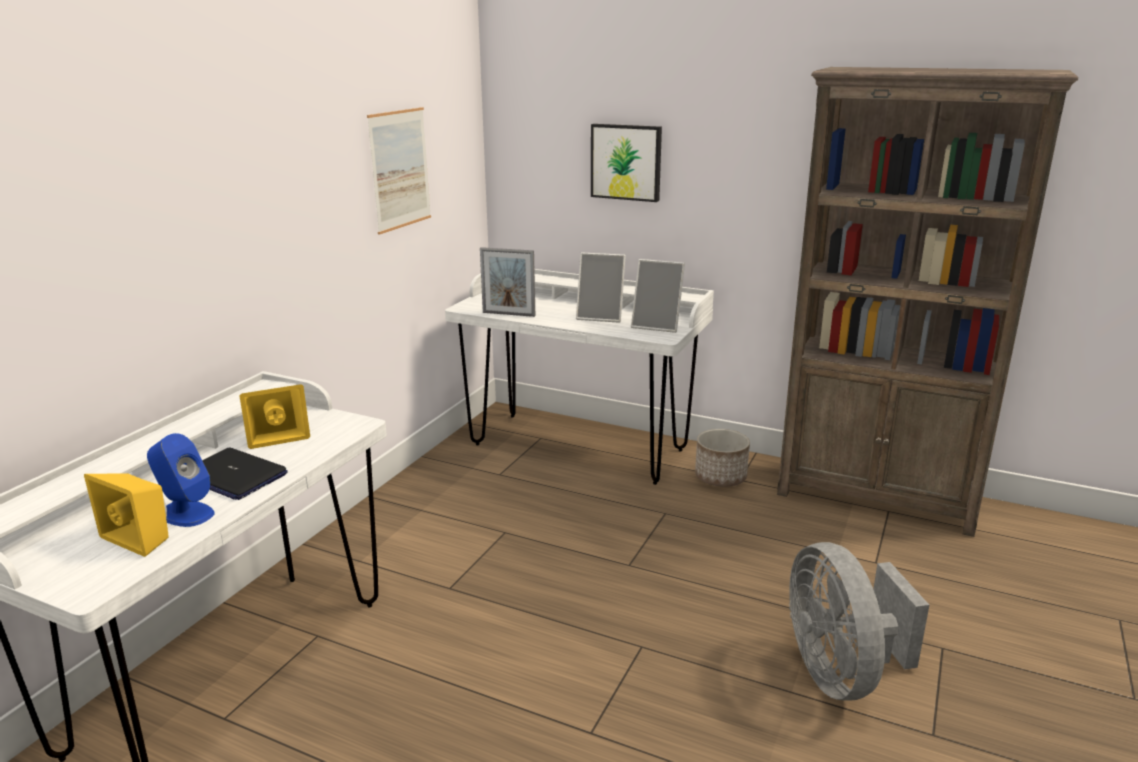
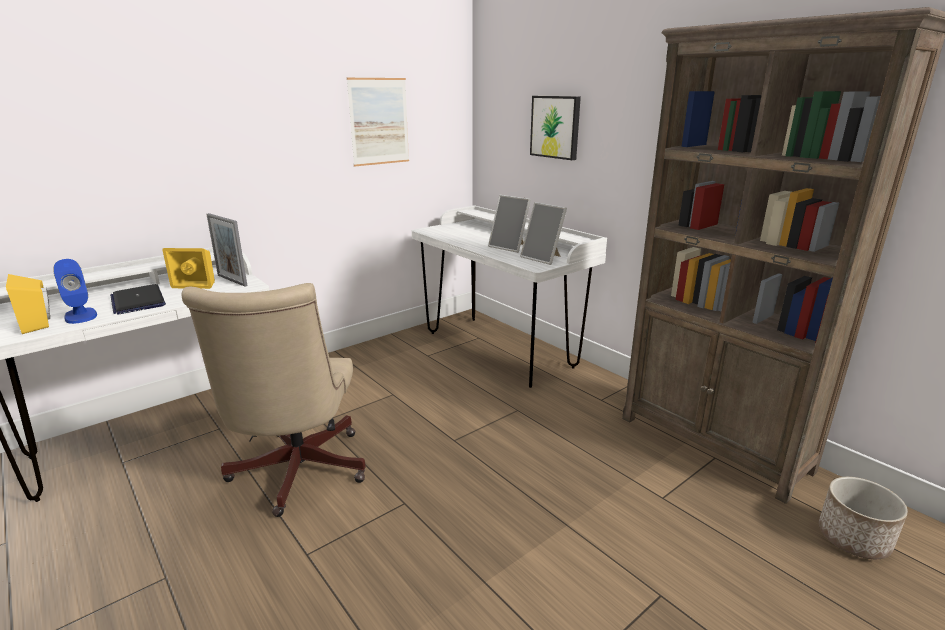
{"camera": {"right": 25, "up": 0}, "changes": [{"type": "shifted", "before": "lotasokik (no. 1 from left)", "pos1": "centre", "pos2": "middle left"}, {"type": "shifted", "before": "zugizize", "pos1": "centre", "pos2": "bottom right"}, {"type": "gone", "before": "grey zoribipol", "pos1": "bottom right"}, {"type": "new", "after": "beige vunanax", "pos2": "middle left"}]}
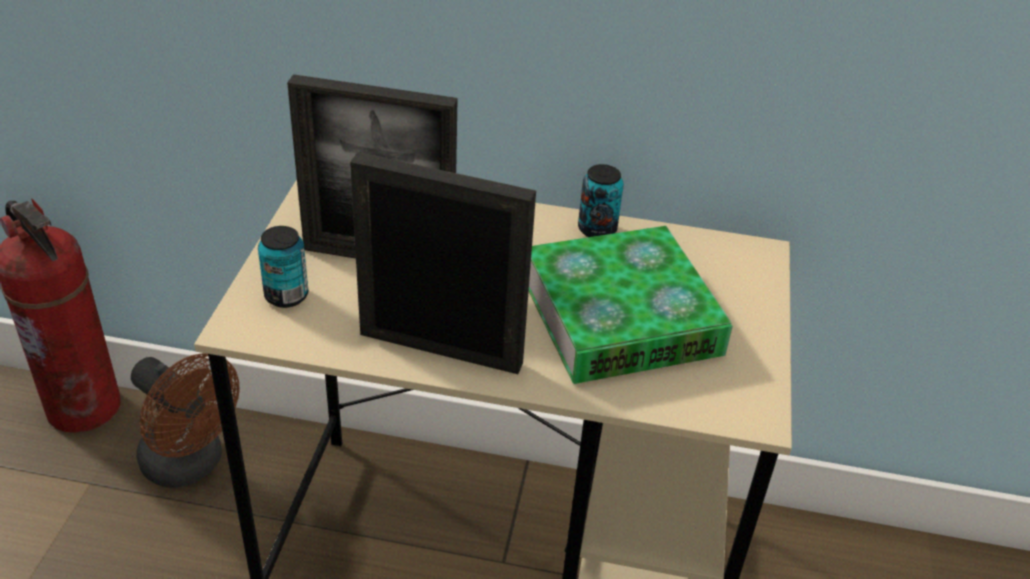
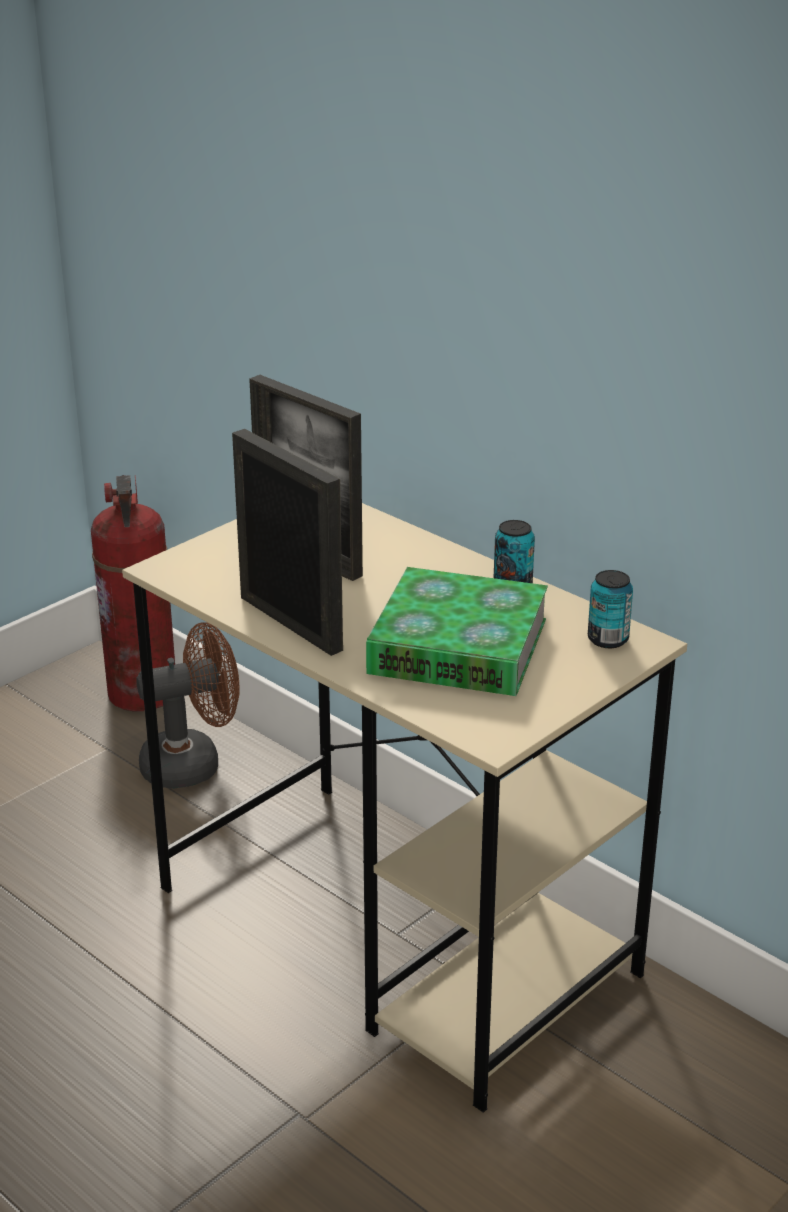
{"camera": {"right": 35, "up": -10}, "changes": [{"type": "shifted", "before": "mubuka (no. 1 from left in the first image)", "after": "mubuka (no. 2 from left)", "pos1": "middle left", "pos2": "middle right"}, {"type": "rotated", "before": "brown zoribipol", "pos1": "bottom left", "pos2": "middle left", "turn": -90}]}
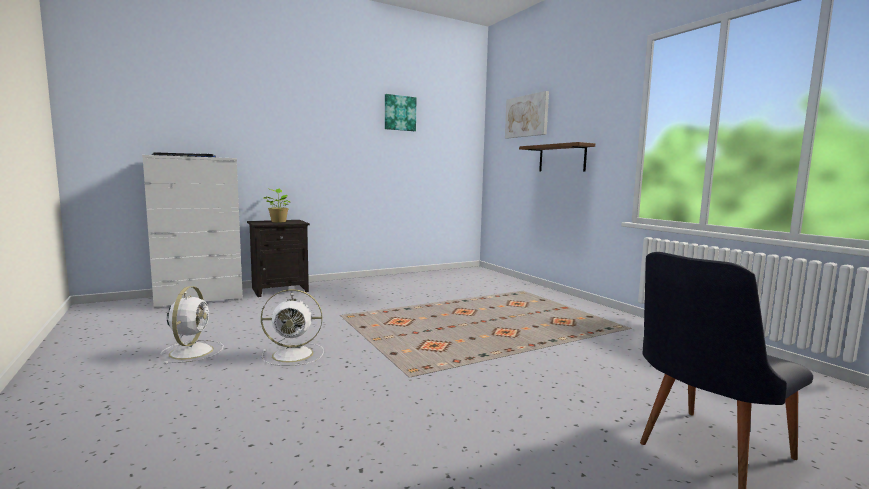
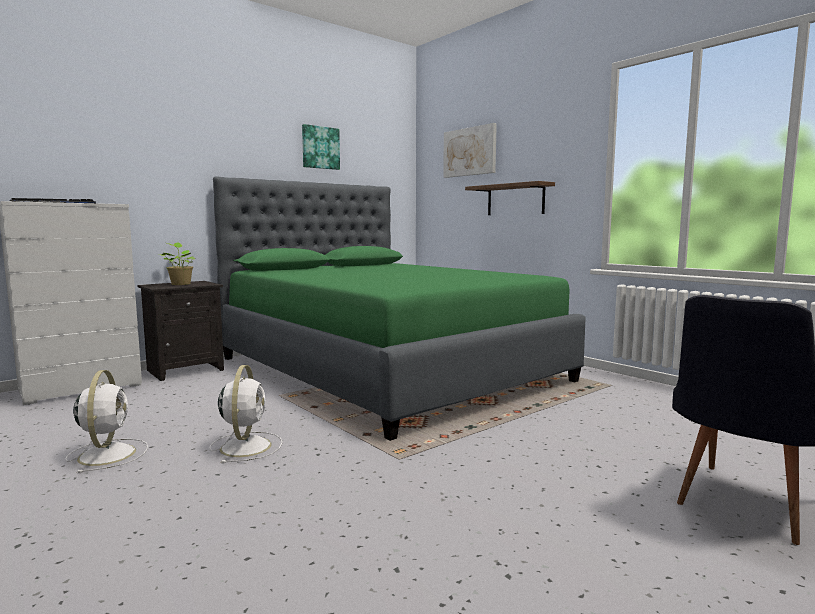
{"camera": {"right": -10, "up": 0}, "changes": [{"type": "rotated", "before": "white zoribipol (no. 2 from left)", "pos1": "bottom centre", "pos2": "bottom left", "turn": -75}, {"type": "new", "after": "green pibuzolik", "pos2": "centre"}]}
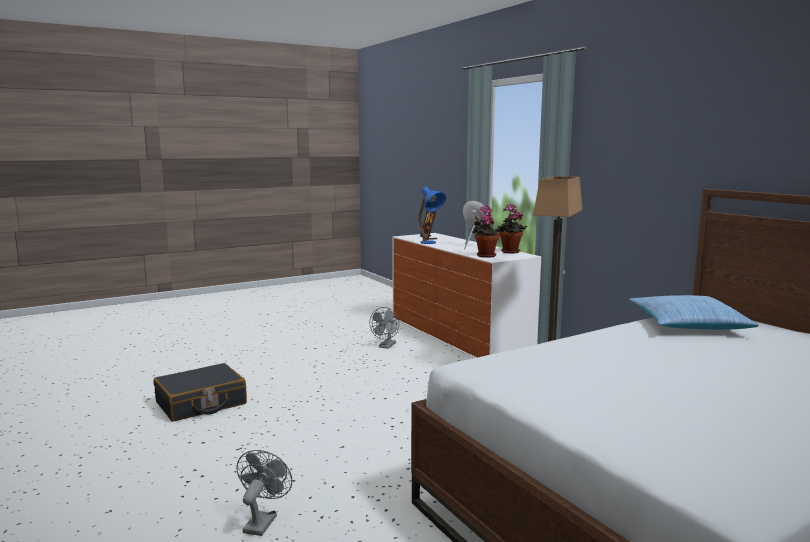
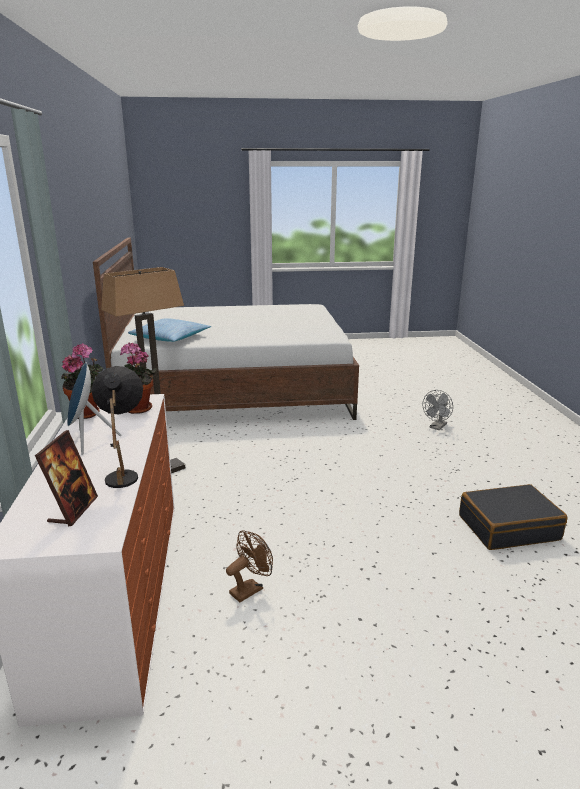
{"camera": {"right": -155, "up": 10}, "changes": [{"type": "repainted", "before": "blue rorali", "after": "black rorali", "pos1": "centre", "pos2": "middle left"}, {"type": "repainted", "before": "grey zoribipol (no. 2 from left)", "after": "brown zoribipol", "pos1": "centre", "pos2": "bottom centre"}]}
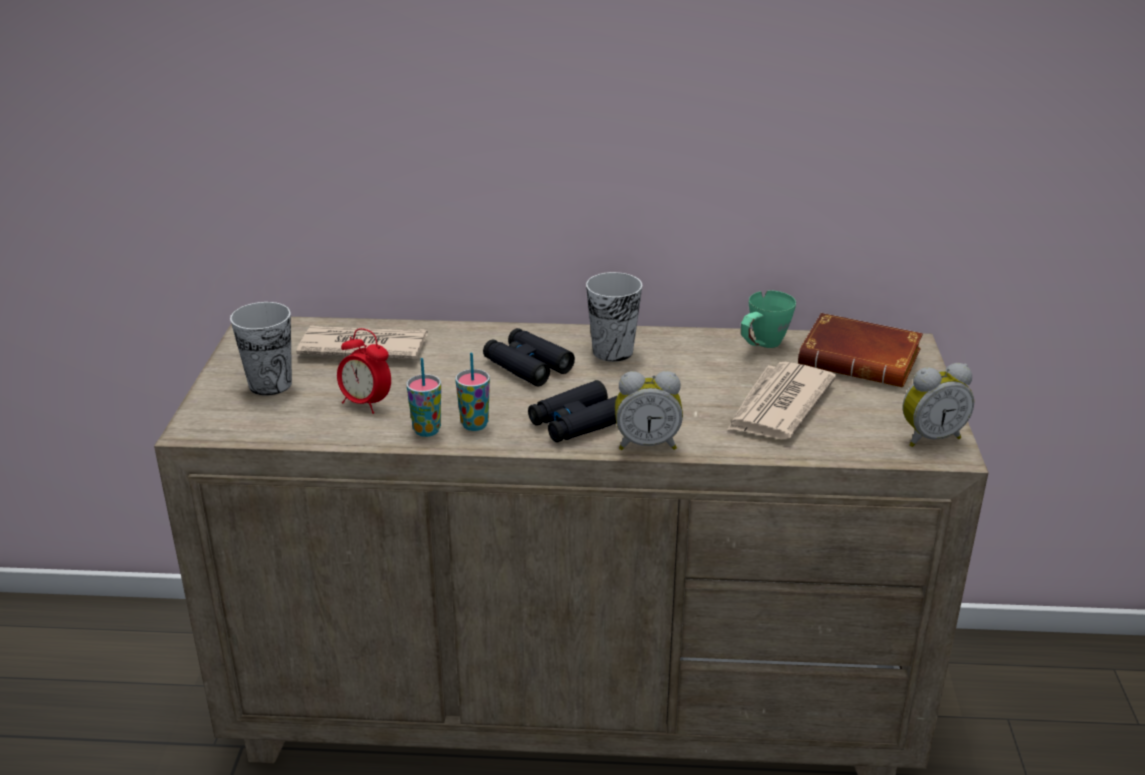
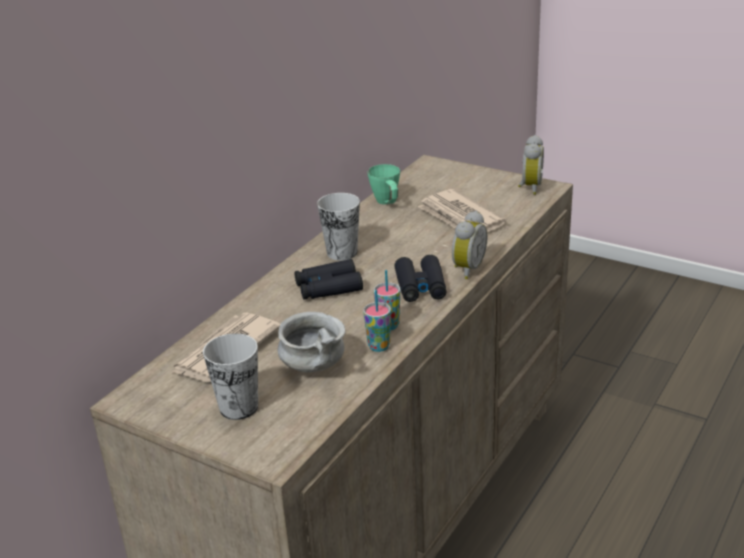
{"camera": {"right": -60, "up": 0}, "changes": [{"type": "gone", "before": "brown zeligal", "pos1": "middle right"}, {"type": "swapped", "before": "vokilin (no. 1 from left)", "after": "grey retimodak", "pos1": "middle left", "pos2": "centre"}]}
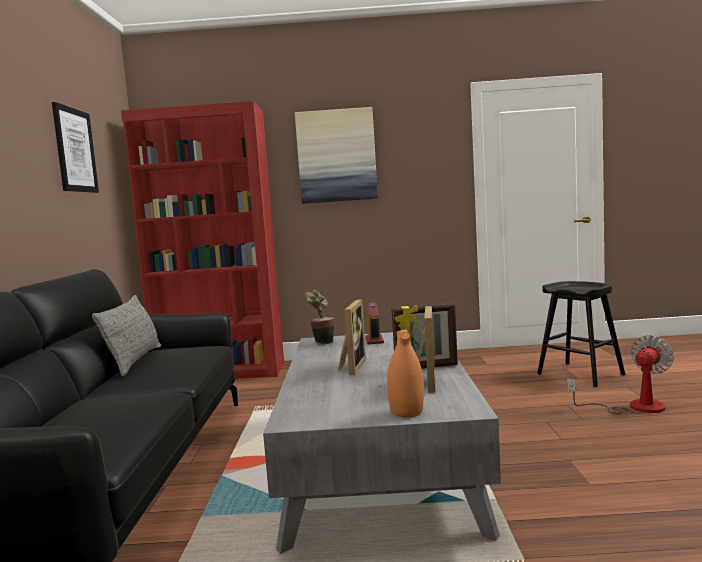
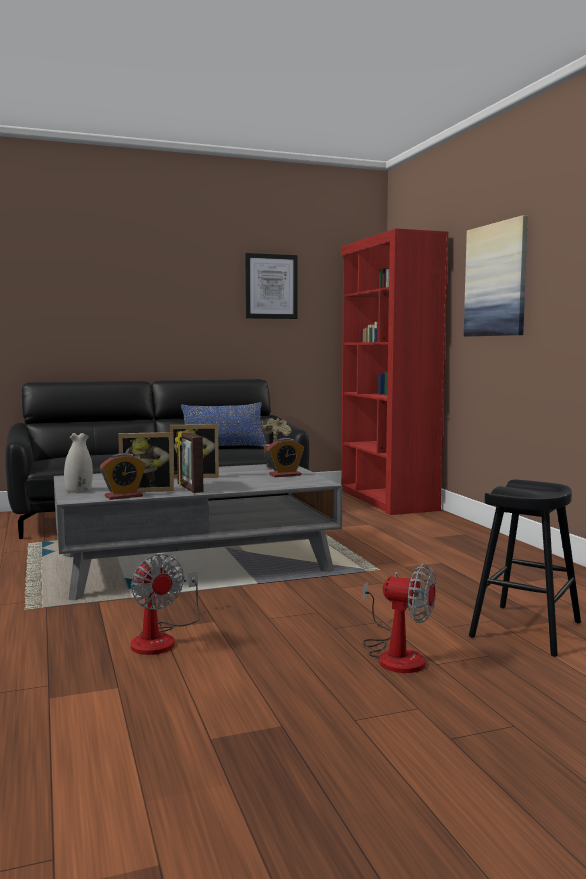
{"camera": {"right": 70, "up": 0}, "changes": [{"type": "repainted", "before": "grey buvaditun", "after": "blue buvaditun", "pos1": "middle left", "pos2": "centre"}, {"type": "repainted", "before": "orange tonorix", "after": "white tonorix", "pos1": "centre", "pos2": "middle left"}, {"type": "new", "after": "vokilin (no. 1 from left)", "pos2": "middle left"}, {"type": "new", "after": "zoribipol (no. 1 from left)", "pos2": "bottom left"}]}
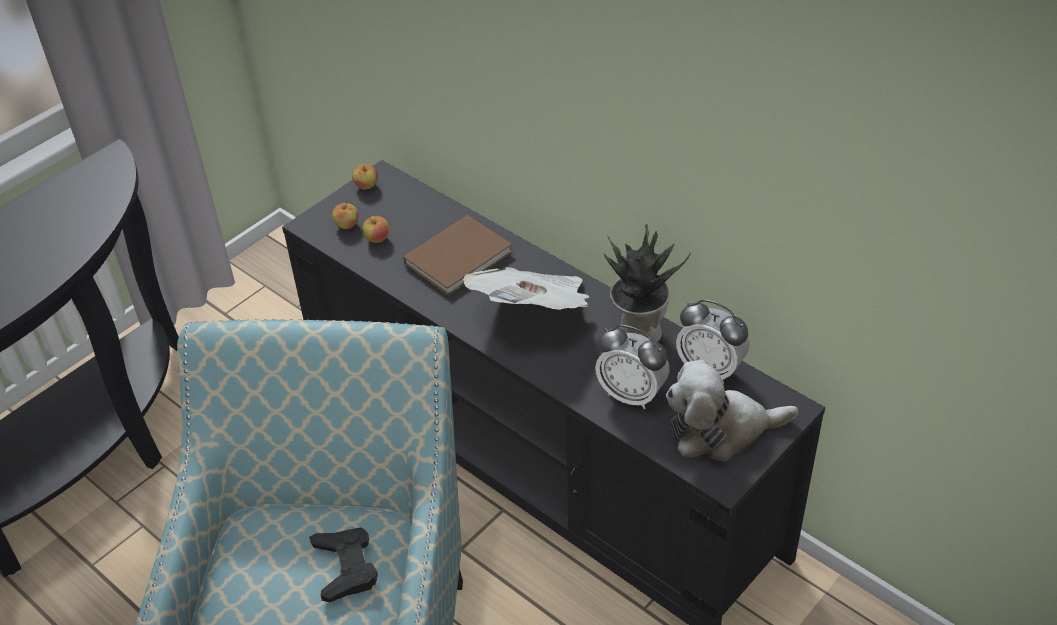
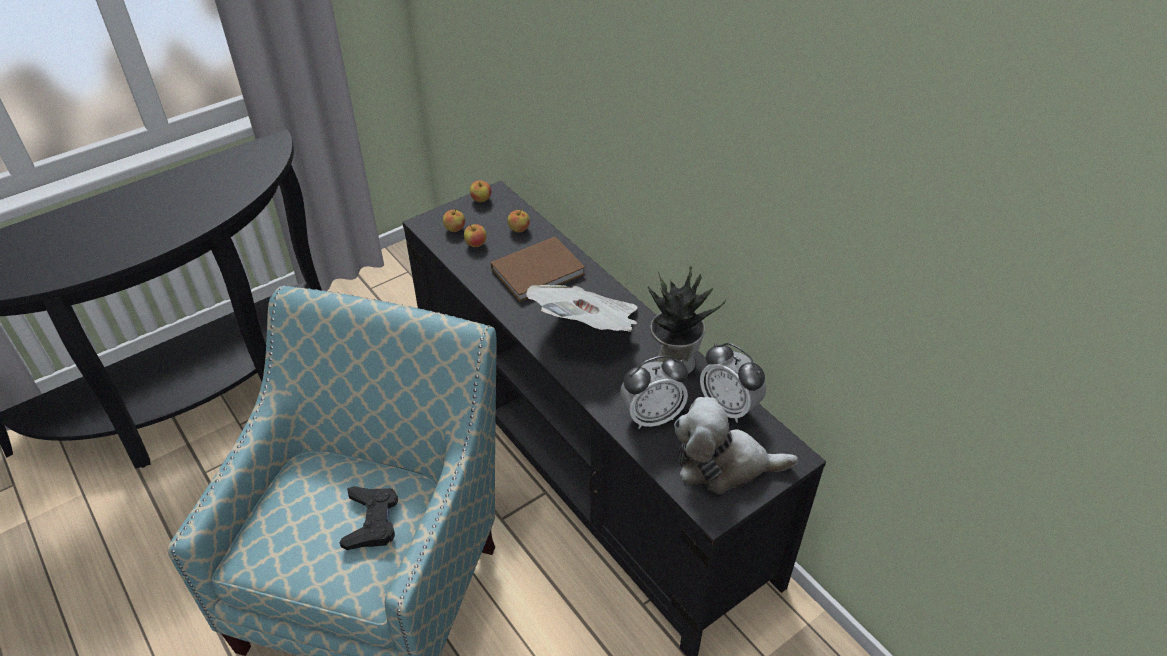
{"camera": {"right": 10, "up": 0}, "changes": [{"type": "rotated", "before": "vokilin (no. 1 from left)", "pos1": "centre", "pos2": "centre", "turn": -60}, {"type": "new", "after": "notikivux (no. 4 from left)", "pos2": "centre"}]}
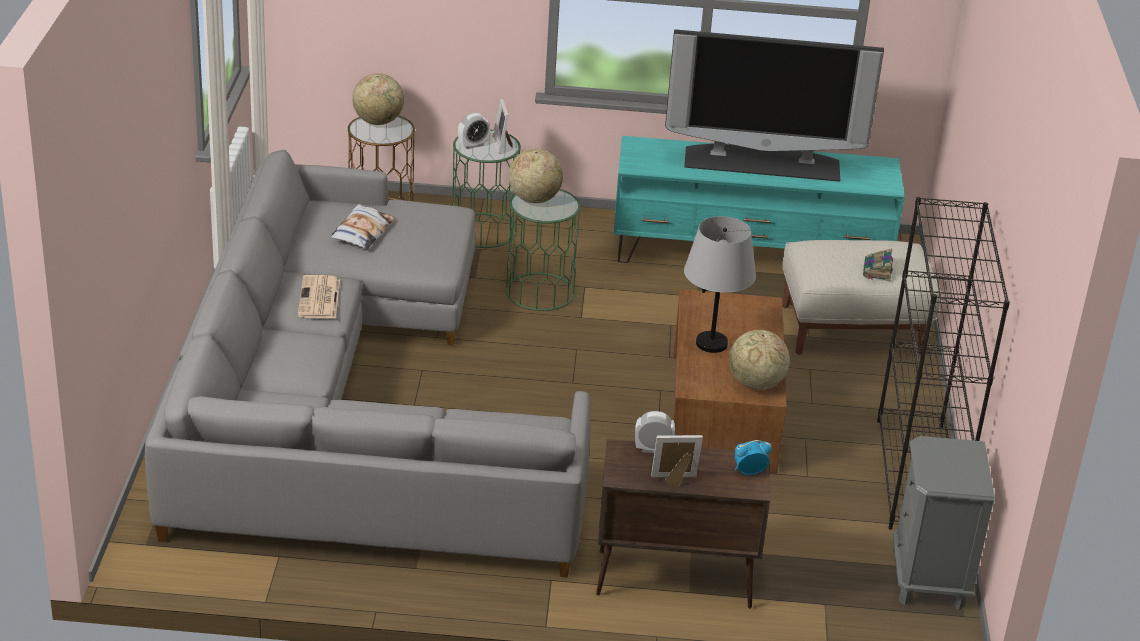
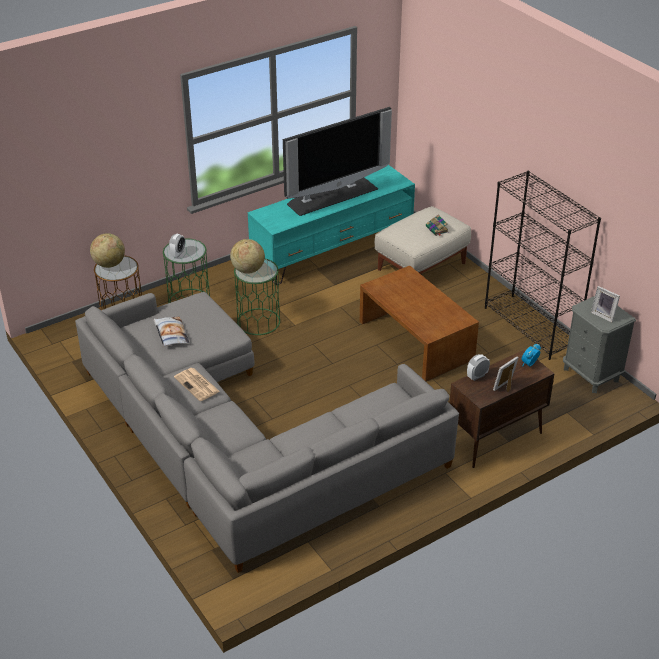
{"camera": {"right": -35, "up": 5}, "changes": [{"type": "shifted", "before": "lotasokik (no. 1 from left in the first image)", "after": "lotasokik (no. 2 from left)", "pos1": "top centre", "pos2": "middle right"}, {"type": "gone", "before": "grey rorali", "pos1": "centre"}, {"type": "gone", "before": "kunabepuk (no. 3 from left)", "pos1": "centre"}]}
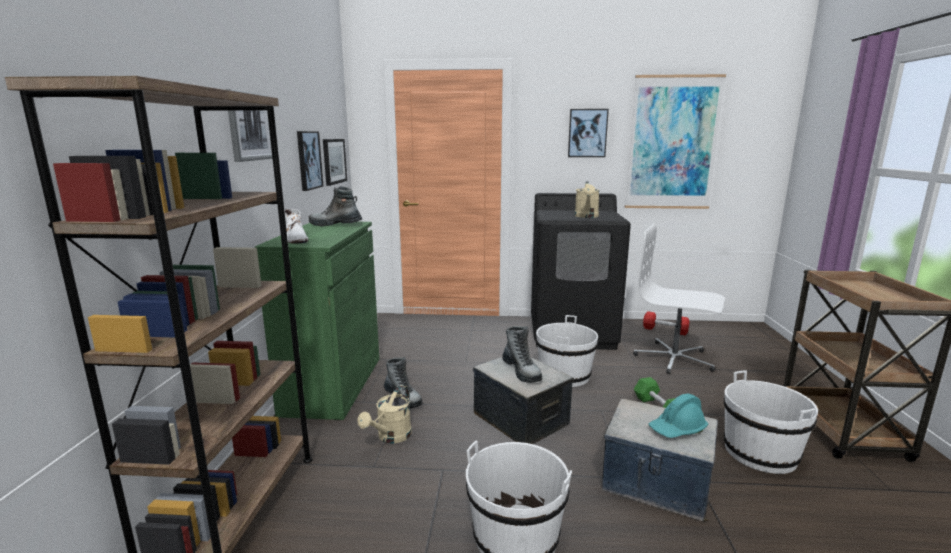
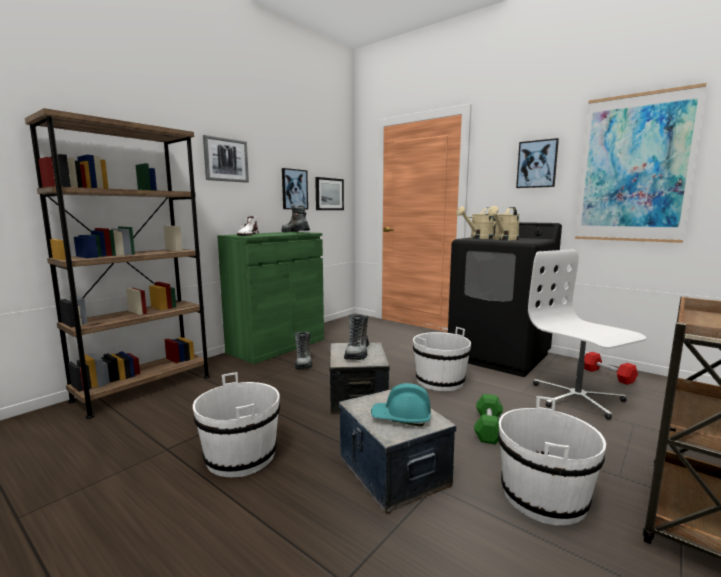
{"camera": {"right": 35, "up": -5}, "changes": [{"type": "shifted", "before": "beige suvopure (no. 1 from left)", "pos1": "bottom centre", "pos2": "centre"}]}
